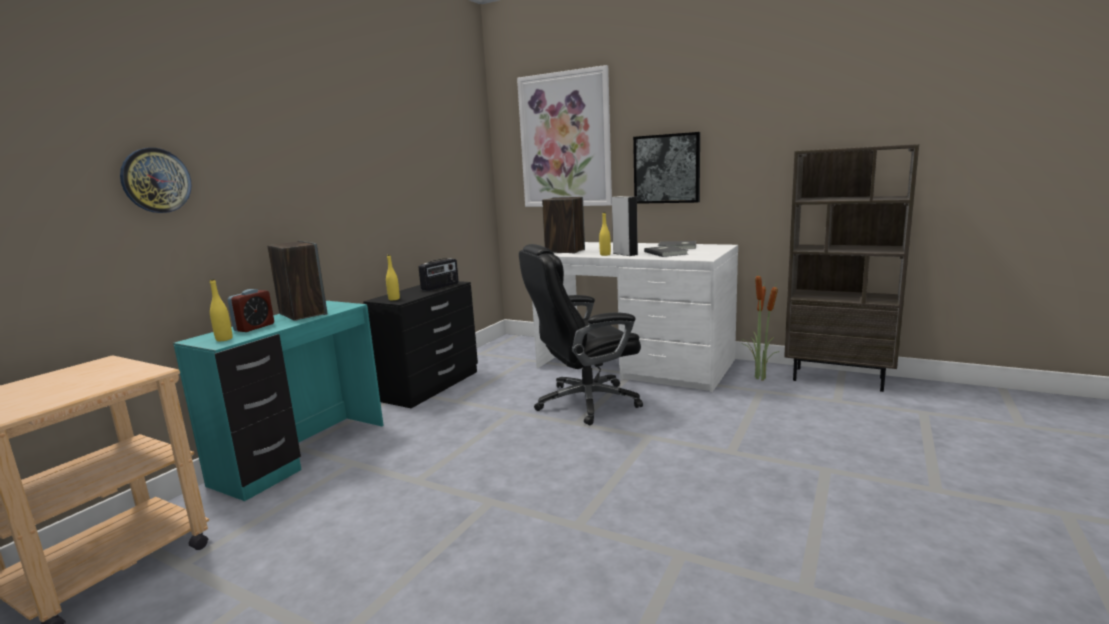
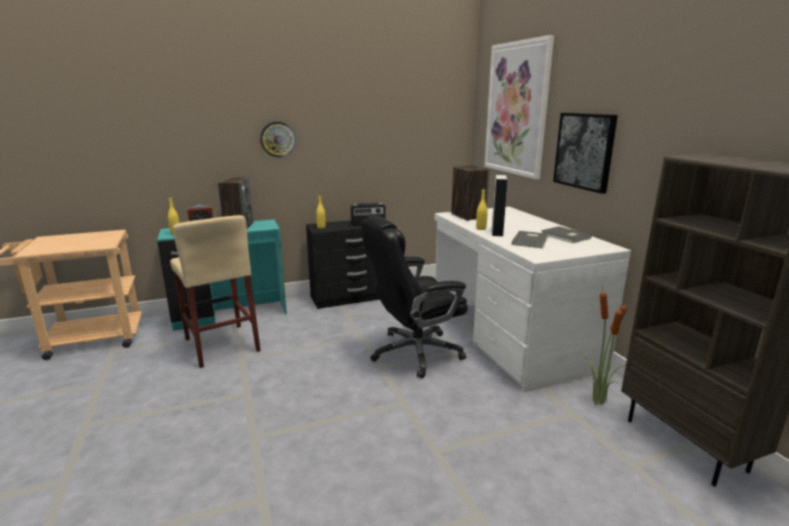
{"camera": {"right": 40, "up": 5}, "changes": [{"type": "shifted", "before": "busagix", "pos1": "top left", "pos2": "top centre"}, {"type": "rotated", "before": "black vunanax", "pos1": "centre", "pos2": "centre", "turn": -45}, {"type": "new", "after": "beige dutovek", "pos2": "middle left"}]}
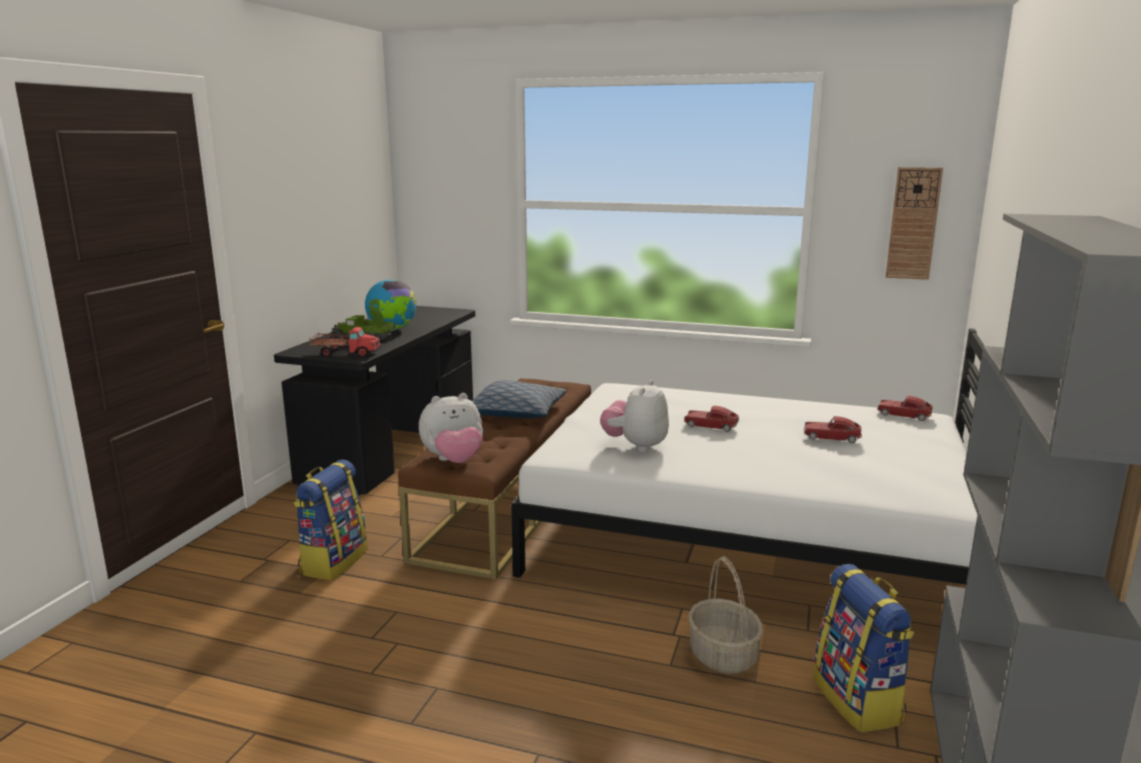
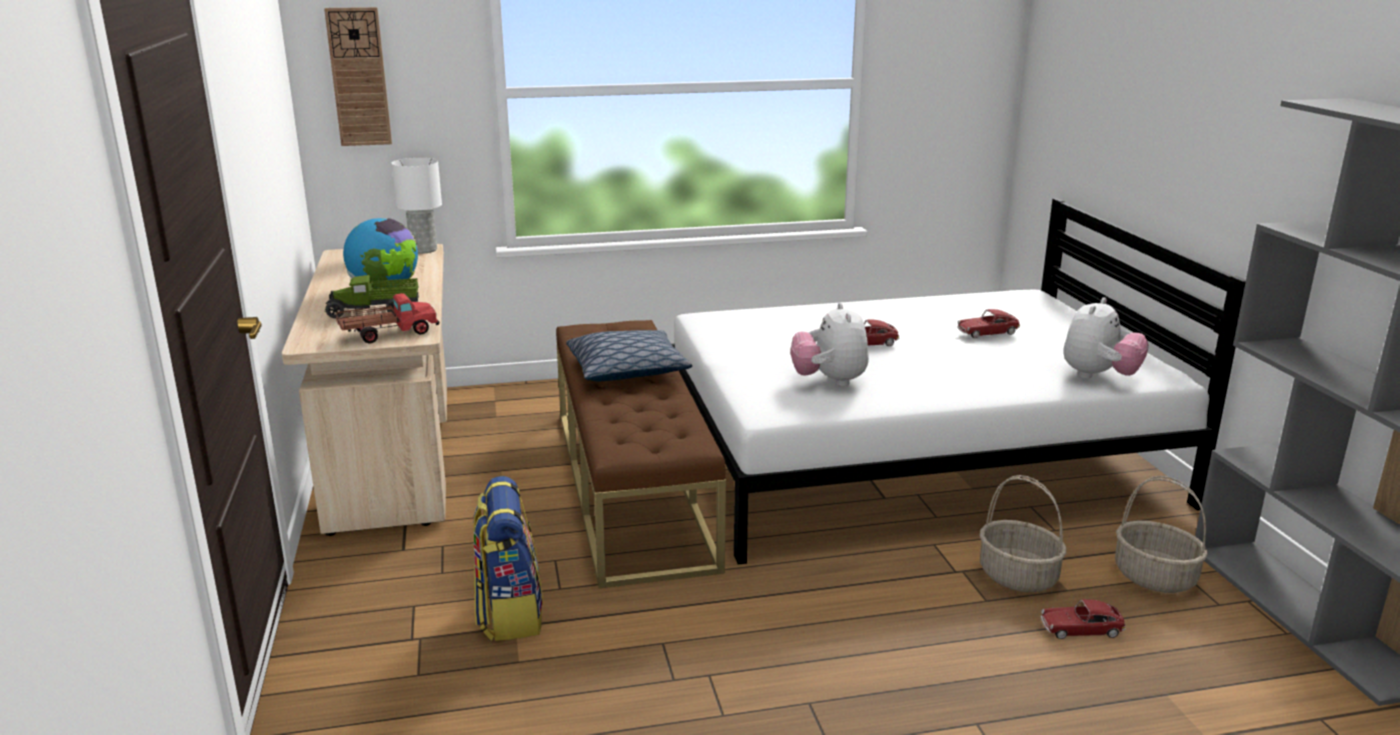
{"camera": {"right": -30, "up": 5}, "changes": [{"type": "shifted", "before": "busagix", "pos1": "top right", "pos2": "top left"}, {"type": "repainted", "before": "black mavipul", "after": "beige mavipul", "pos1": "middle left", "pos2": "middle left"}, {"type": "shifted", "before": "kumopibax (no. 1 from left in the first image)", "after": "kumopibax (no. 2 from left)", "pos1": "centre", "pos2": "middle right"}, {"type": "shifted", "before": "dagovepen (no. 3 from left)", "pos1": "middle right", "pos2": "bottom right"}, {"type": "swapped", "before": "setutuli (no. 2 from left)", "after": "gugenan (no. 2 from left)", "pos1": "bottom right", "pos2": "bottom right"}, {"type": "new", "after": "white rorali", "pos2": "top left"}]}
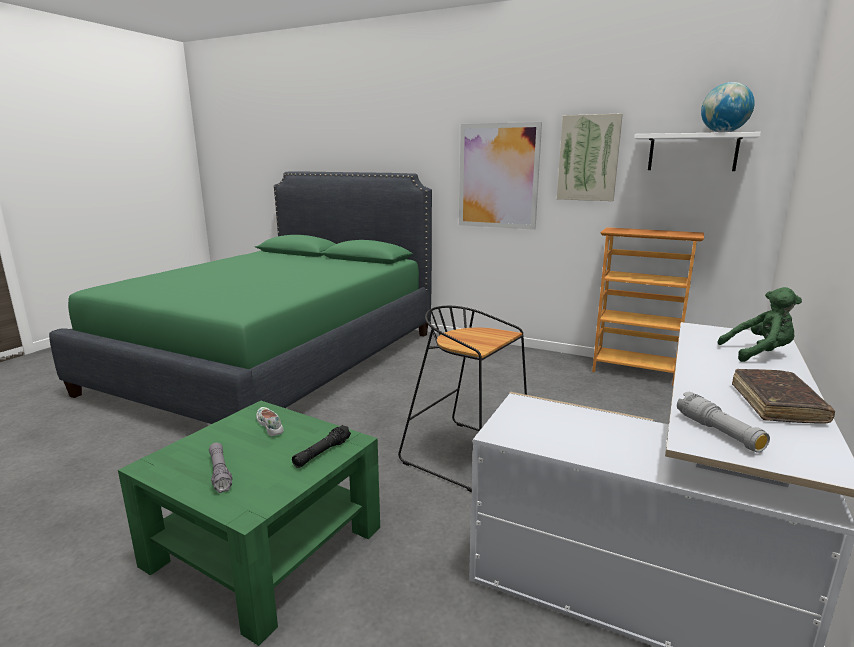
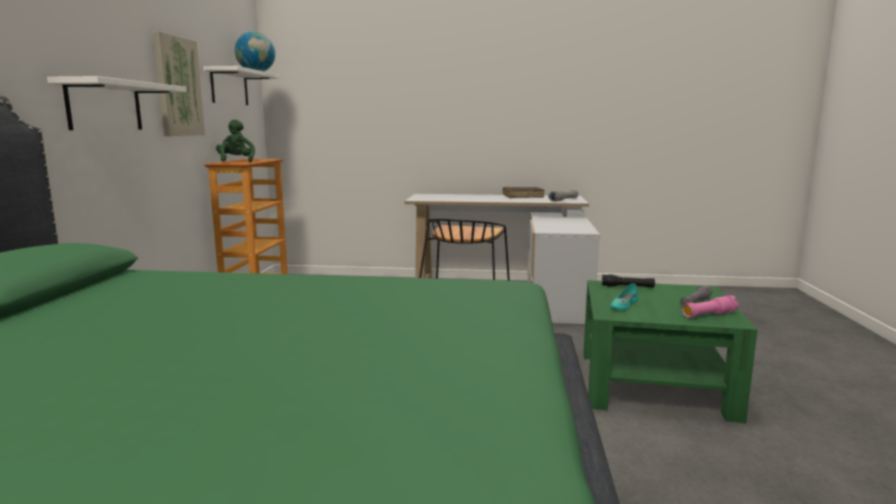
{"camera": {"right": -110, "up": -5}, "changes": [{"type": "swapped", "before": "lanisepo (no. 1 from left)", "after": "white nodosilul (no. 1 from left)", "pos1": "top centre", "pos2": "top left"}, {"type": "shifted", "before": "green kumopibax", "pos1": "middle right", "pos2": "top left"}, {"type": "repainted", "before": "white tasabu", "after": "turquoise tasabu", "pos1": "middle left", "pos2": "middle right"}, {"type": "new", "after": "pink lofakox", "pos2": "middle right"}]}
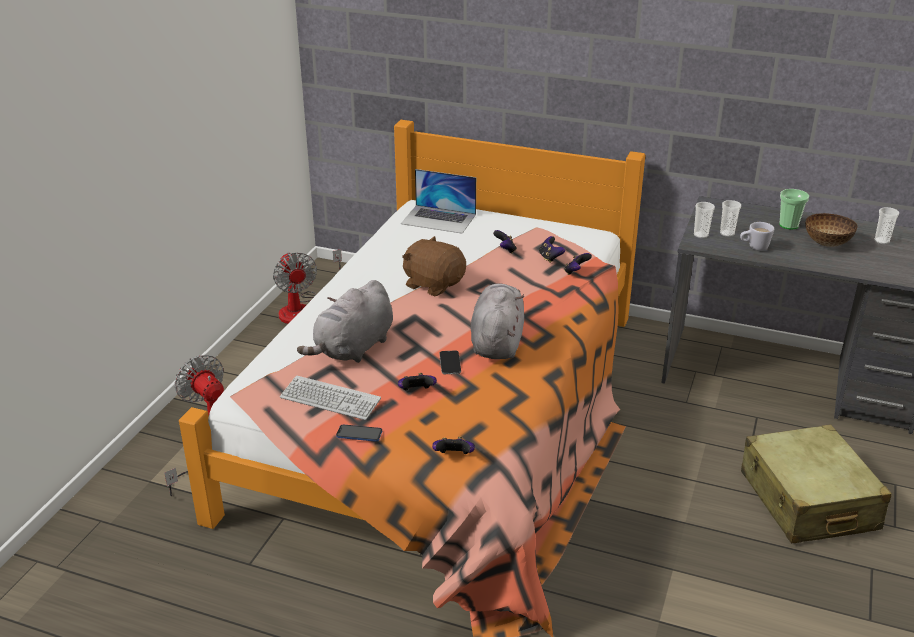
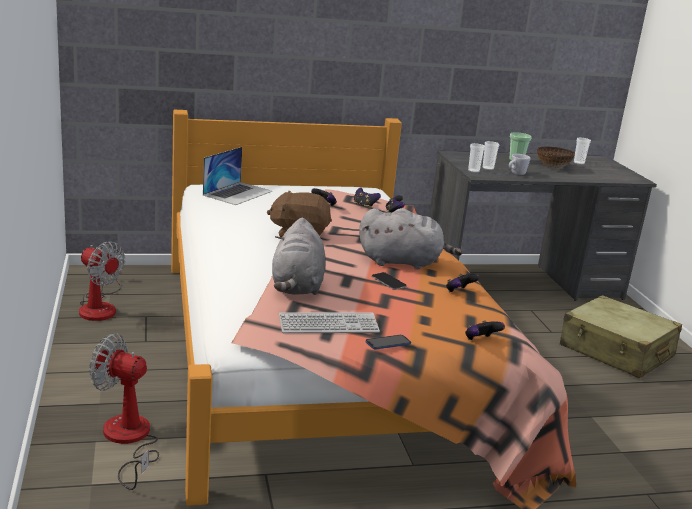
{"camera": {"right": -35, "up": -10}, "changes": [{"type": "rotated", "before": "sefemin", "pos1": "top centre", "pos2": "centre", "turn": -45}, {"type": "rotated", "before": "grey kumopibax (no. 2 from left)", "pos1": "centre", "pos2": "centre", "turn": 120}, {"type": "shifted", "before": "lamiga (no. 1 from left in the first image)", "after": "lamiga (no. 4 from left)", "pos1": "centre", "pos2": "middle right"}]}
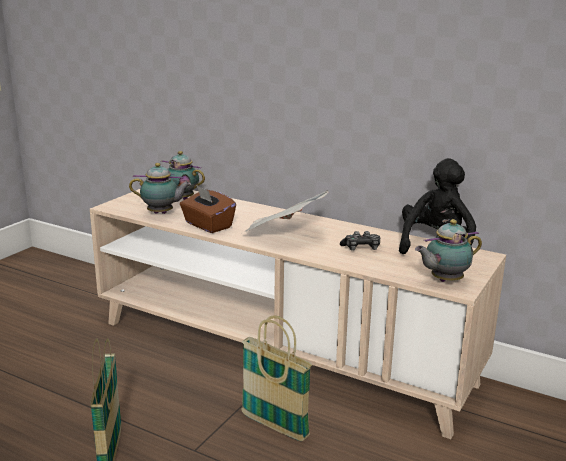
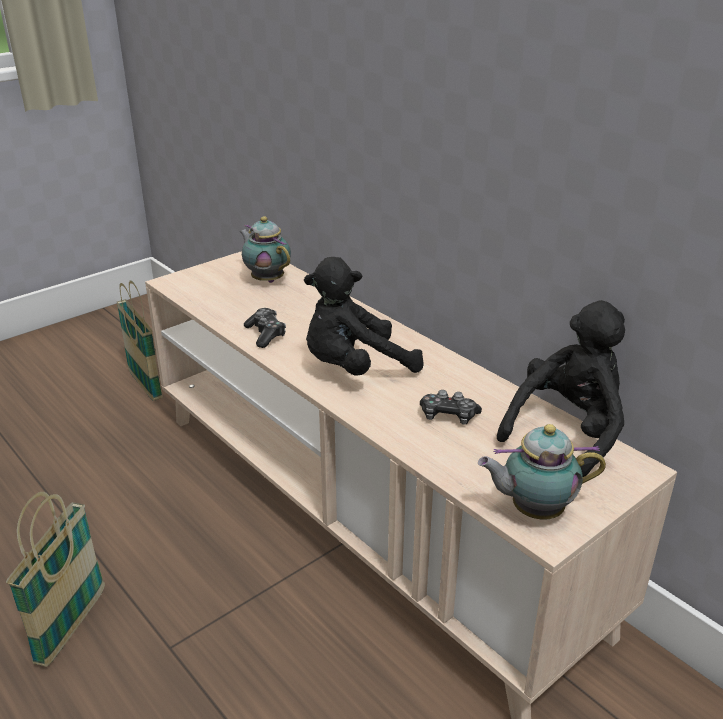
{"camera": {"right": 20, "up": 10}, "changes": [{"type": "gone", "before": "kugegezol (no. 1 from left)", "pos1": "middle left"}, {"type": "swapped", "before": "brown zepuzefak", "after": "lamiga (no. 1 from left)", "pos1": "centre", "pos2": "centre"}, {"type": "swapped", "before": "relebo", "after": "black kumopibax (no. 1 from left)", "pos1": "centre", "pos2": "centre"}, {"type": "shifted", "before": "gugenan (no. 2 from left)", "pos1": "bottom centre", "pos2": "middle left"}]}
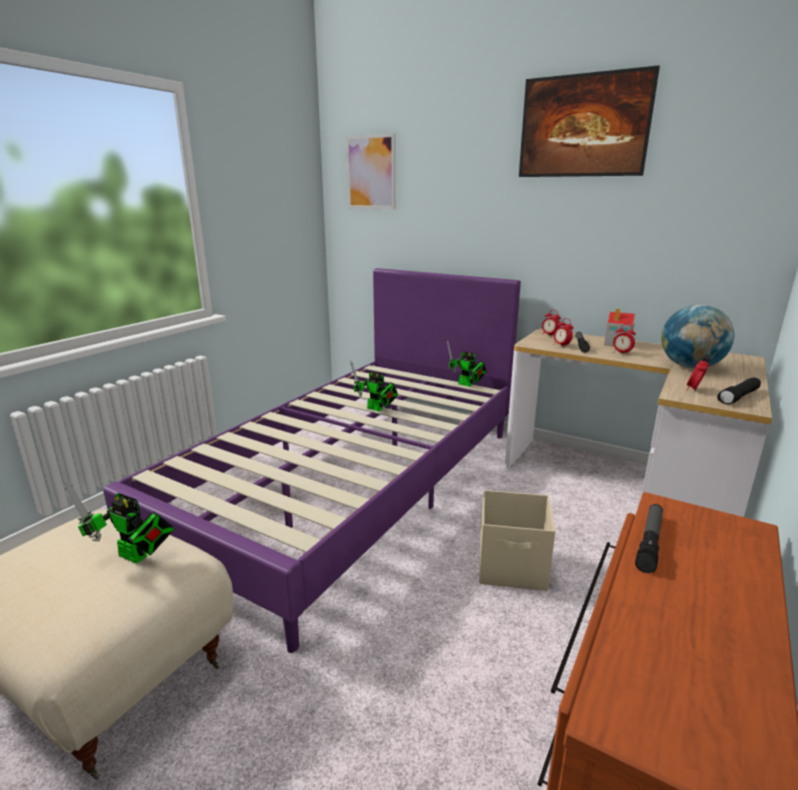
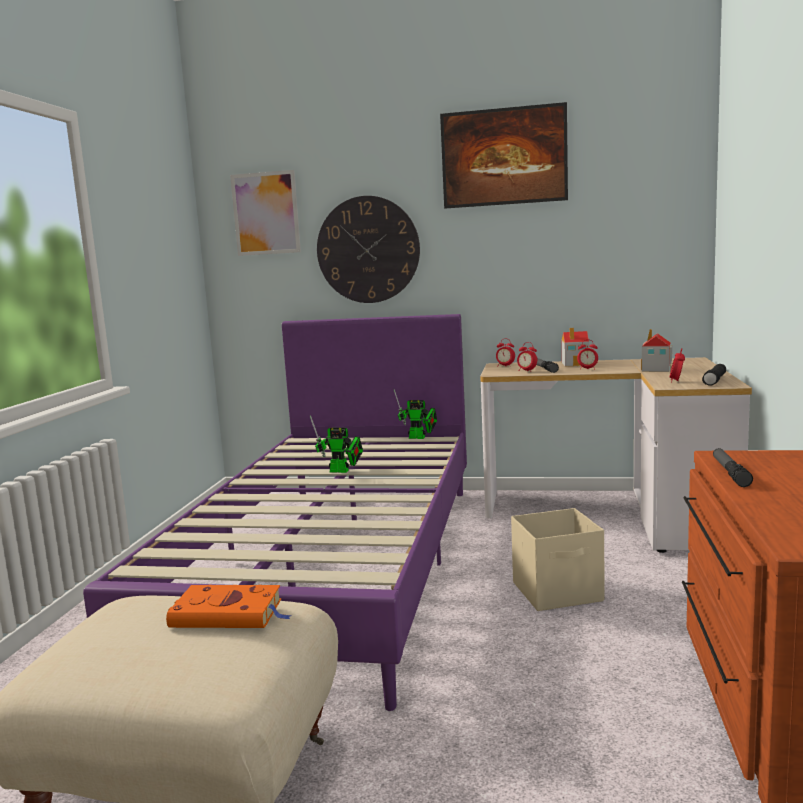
{"camera": {"right": -20, "up": -10}, "changes": [{"type": "swapped", "before": "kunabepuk", "after": "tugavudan (no. 2 from left)", "pos1": "middle right", "pos2": "middle right"}, {"type": "swapped", "before": "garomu (no. 1 from left)", "after": "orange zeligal", "pos1": "middle left", "pos2": "bottom left"}, {"type": "new", "after": "busagix", "pos2": "top centre"}]}
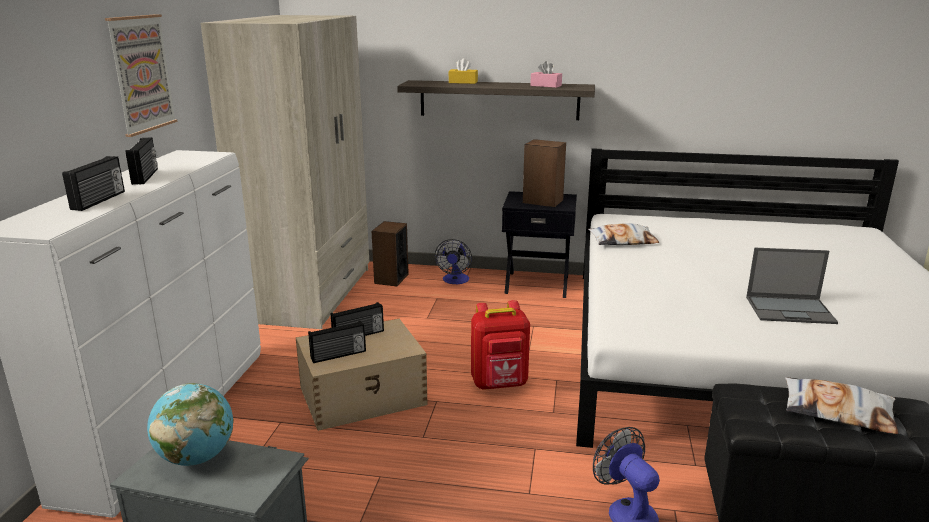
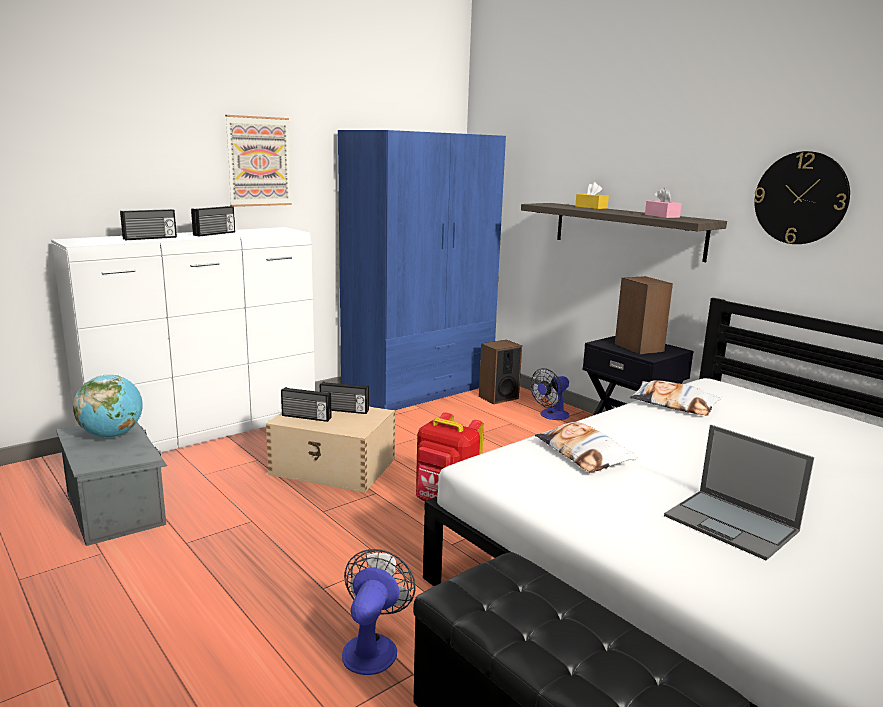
{"camera": {"right": 40, "up": -5}, "changes": [{"type": "repainted", "before": "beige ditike", "after": "blue ditike", "pos1": "top left", "pos2": "centre"}, {"type": "shifted", "before": "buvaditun (no. 2 from left in the first image)", "after": "buvaditun (no. 1 from left)", "pos1": "bottom right", "pos2": "centre"}, {"type": "new", "after": "busagix", "pos2": "top right"}]}
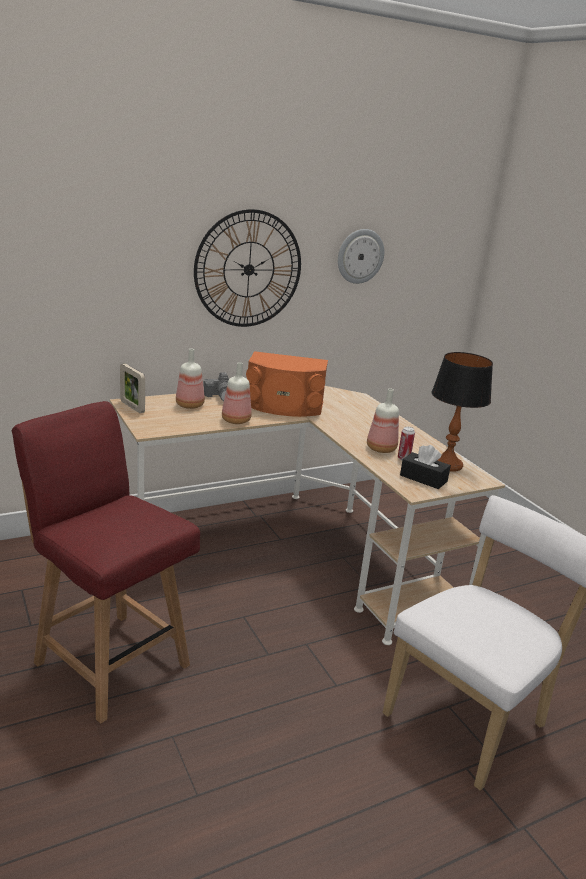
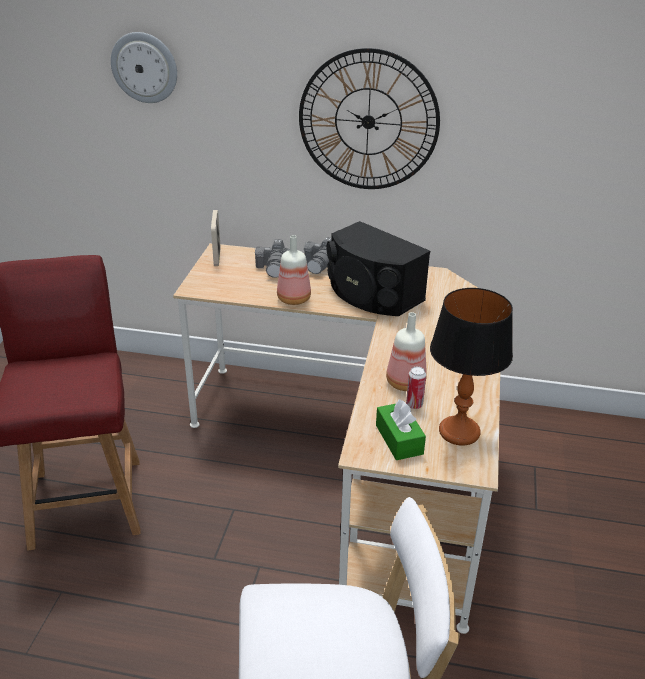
{"camera": {"right": 40, "up": 10}, "changes": [{"type": "shifted", "before": "busagix (no. 2 from left in the first image)", "after": "busagix (no. 1 from left)", "pos1": "top centre", "pos2": "top left"}, {"type": "swapped", "before": "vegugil (no. 1 from left)", "after": "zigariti (no. 1 from left)", "pos1": "middle left", "pos2": "centre"}, {"type": "repainted", "before": "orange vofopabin", "after": "black vofopabin", "pos1": "centre", "pos2": "centre"}, {"type": "repainted", "before": "black zepuzefak", "after": "green zepuzefak", "pos1": "middle right", "pos2": "centre"}]}
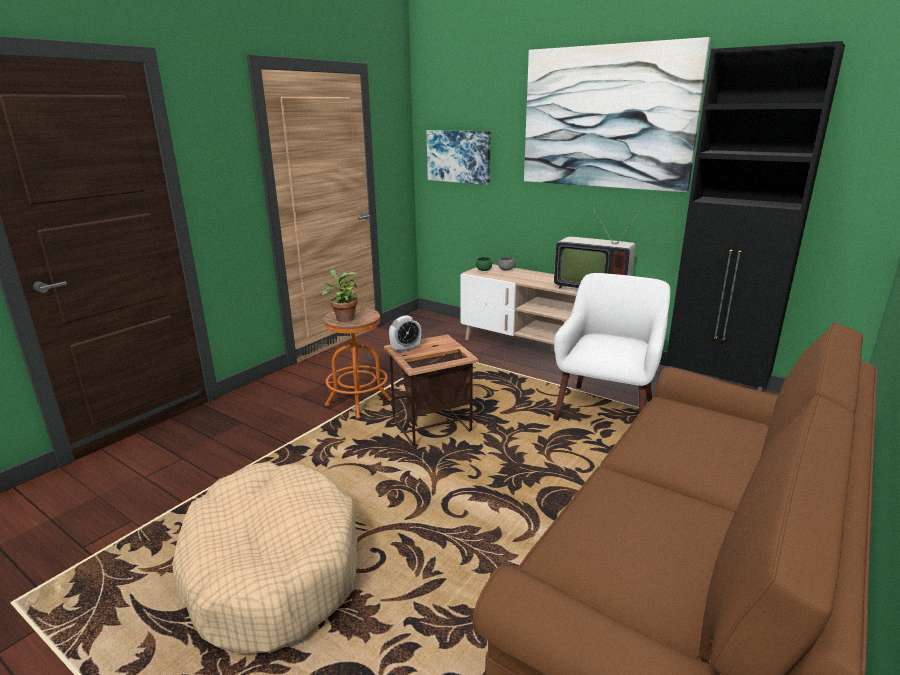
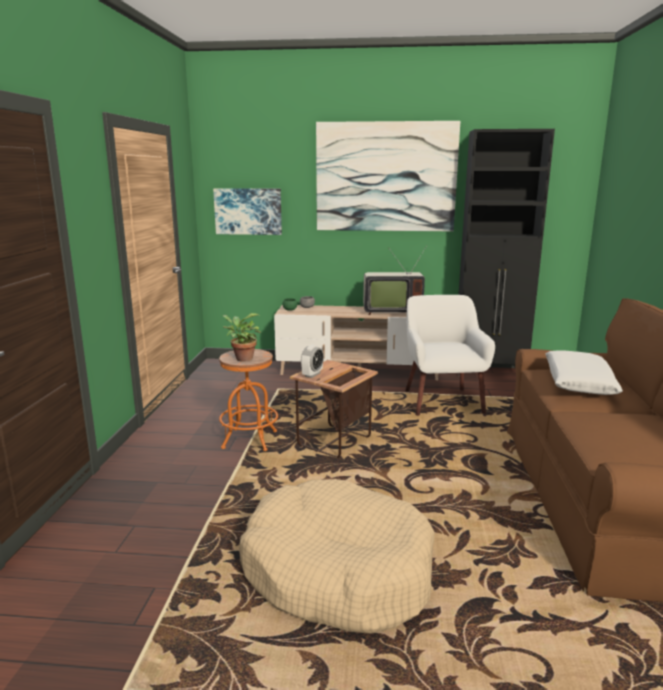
{"camera": {"right": -30, "up": -5}, "changes": [{"type": "new", "after": "white buvaditun", "pos2": "middle right"}]}
